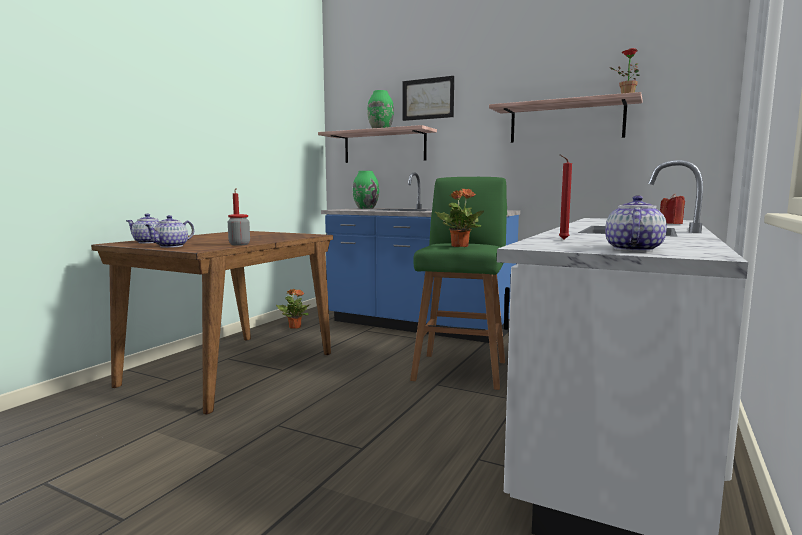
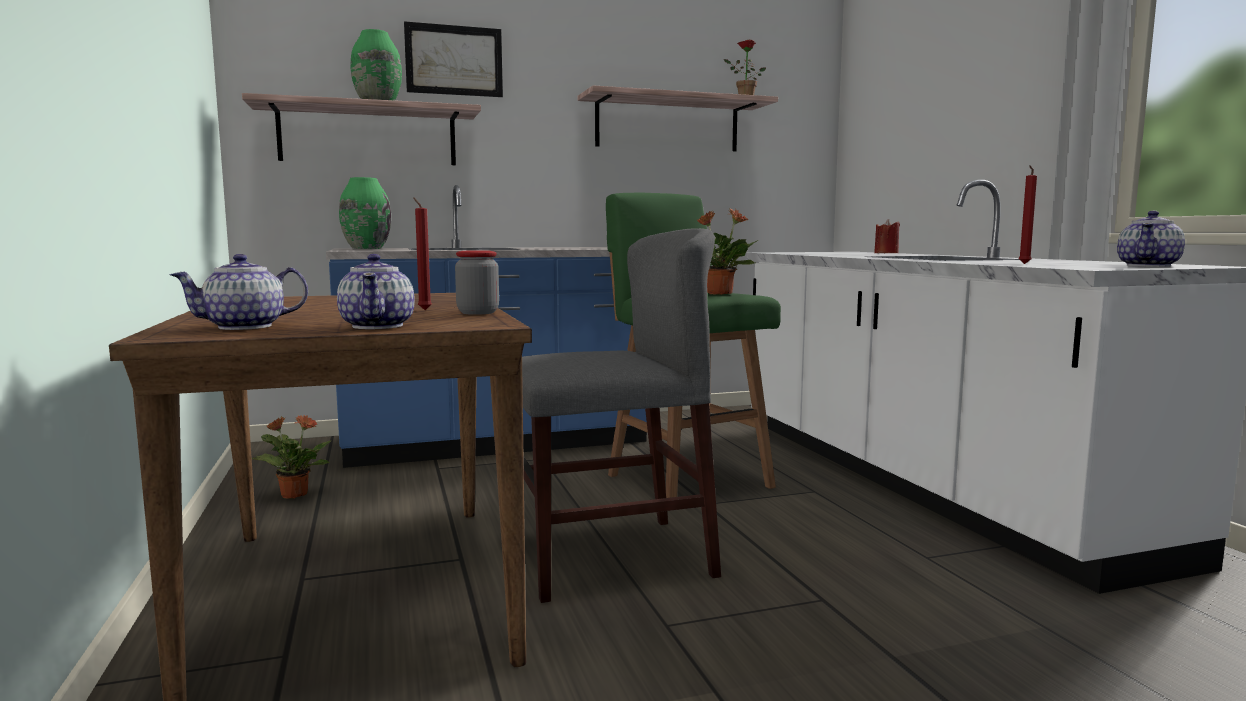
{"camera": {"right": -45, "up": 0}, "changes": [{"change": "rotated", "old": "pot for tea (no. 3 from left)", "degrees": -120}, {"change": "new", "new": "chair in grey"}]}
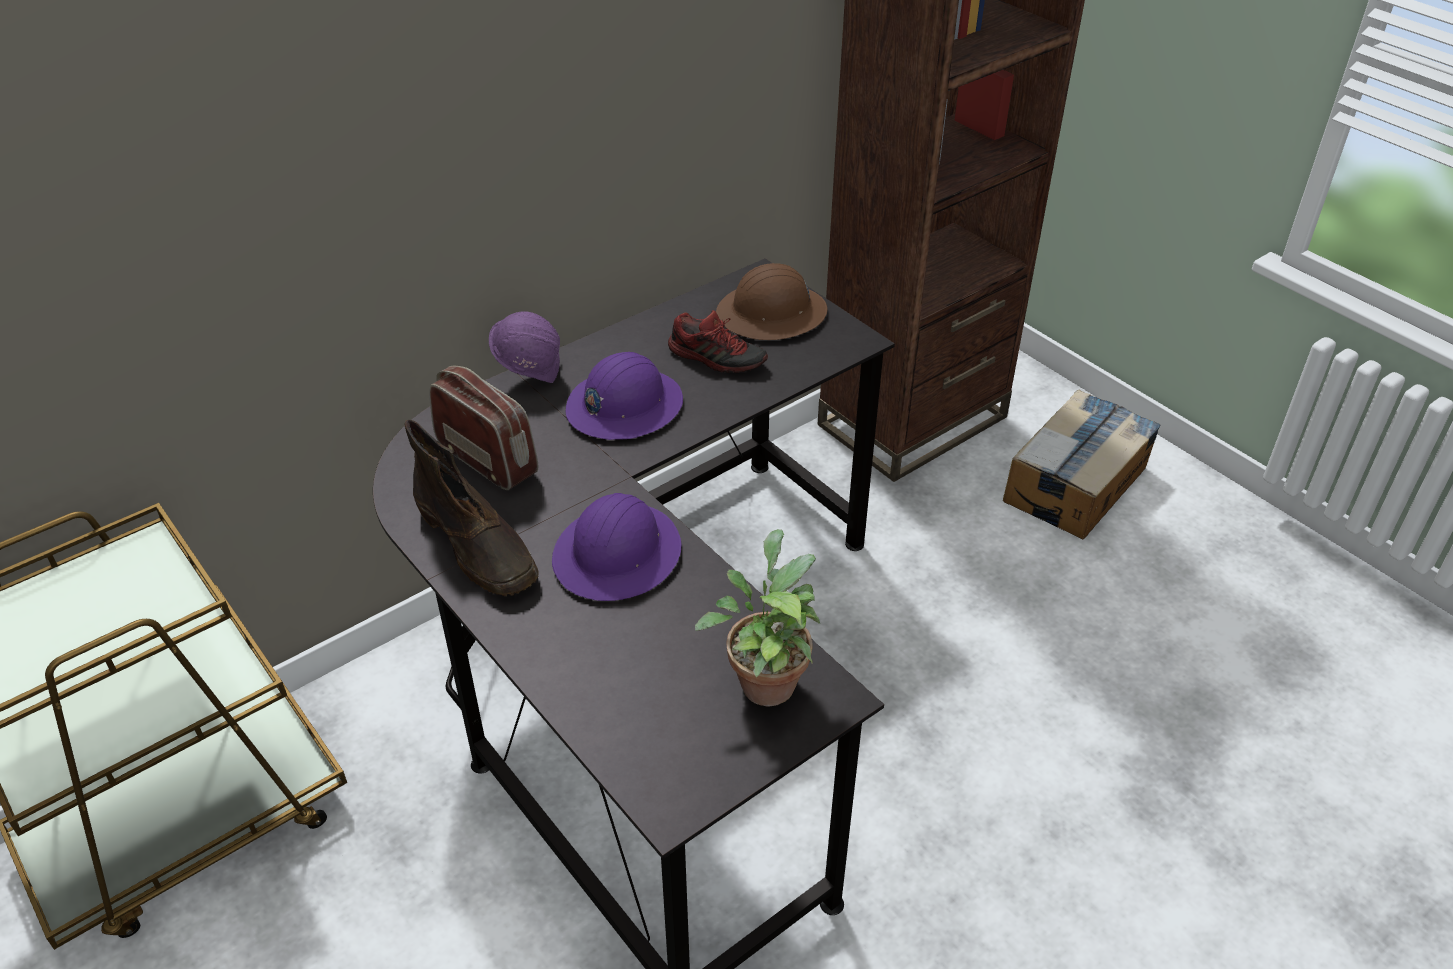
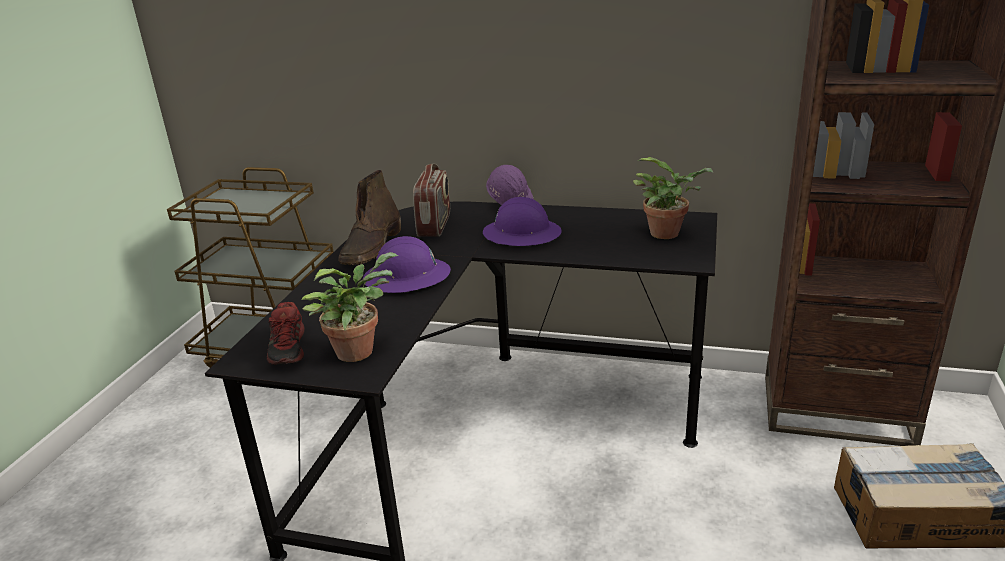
{"camera": {"right": 55, "up": -15}, "changes": [{"change": "shifted", "old": "item of footwear"}, {"change": "swapped", "old": "hard hat in brown-coloured", "new": "houseplant (no. 2 from left)"}]}
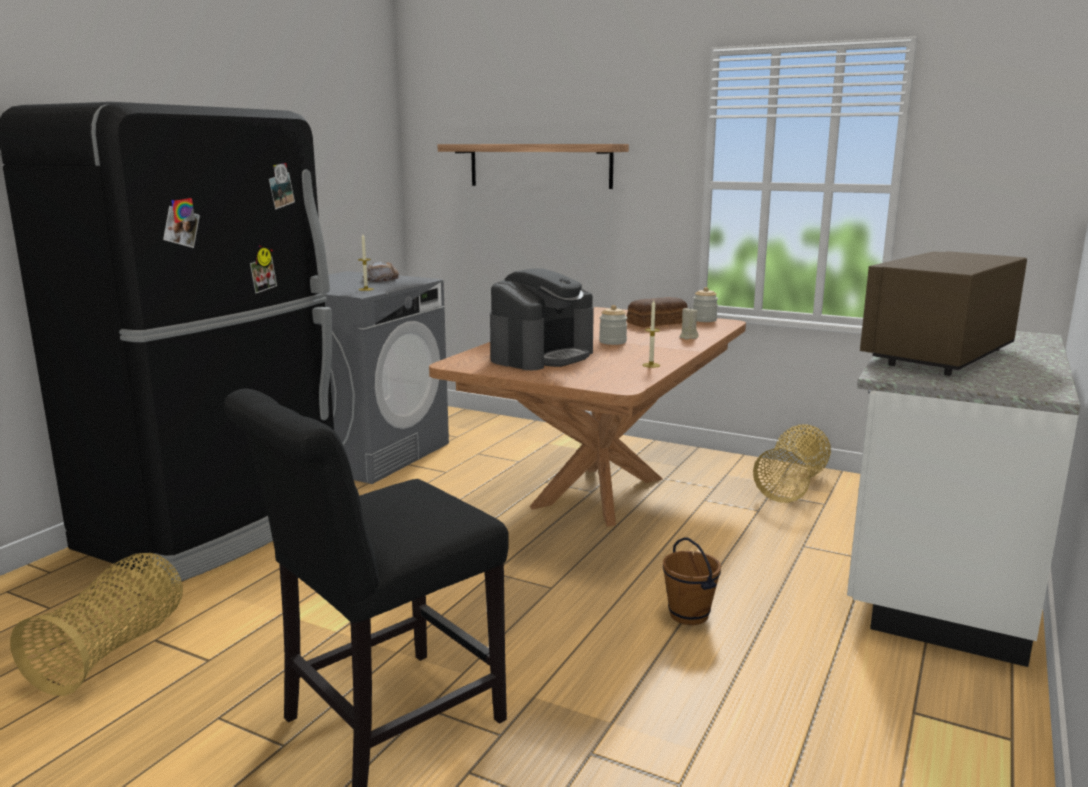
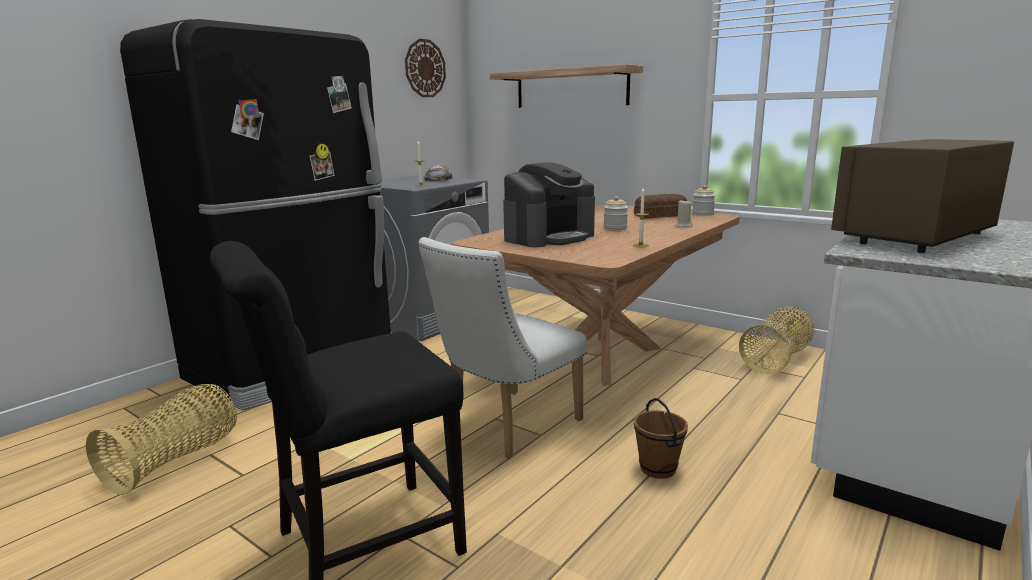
{"camera": {"right": 10, "up": 0}, "changes": [{"change": "new", "new": "wall clock"}, {"change": "new", "new": "chair in white"}]}
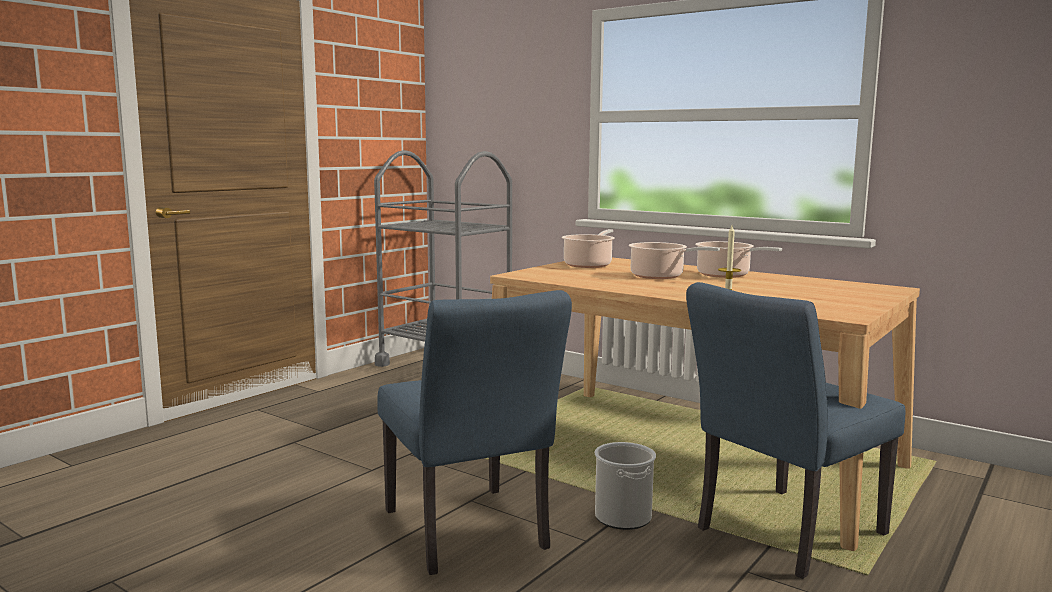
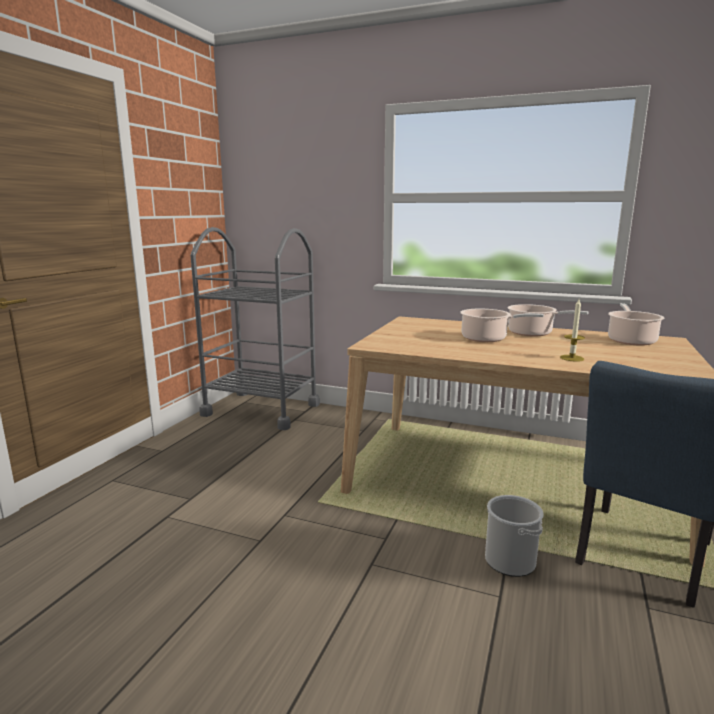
{"camera": {"right": -15, "up": 5}, "changes": [{"change": "gone", "old": "chair in blue-coloured (no. 1 from left)"}, {"change": "shifted", "old": "cooking pot (no. 1 from left in the first image)", "new": "cooking pot (no. 3 from left)"}]}
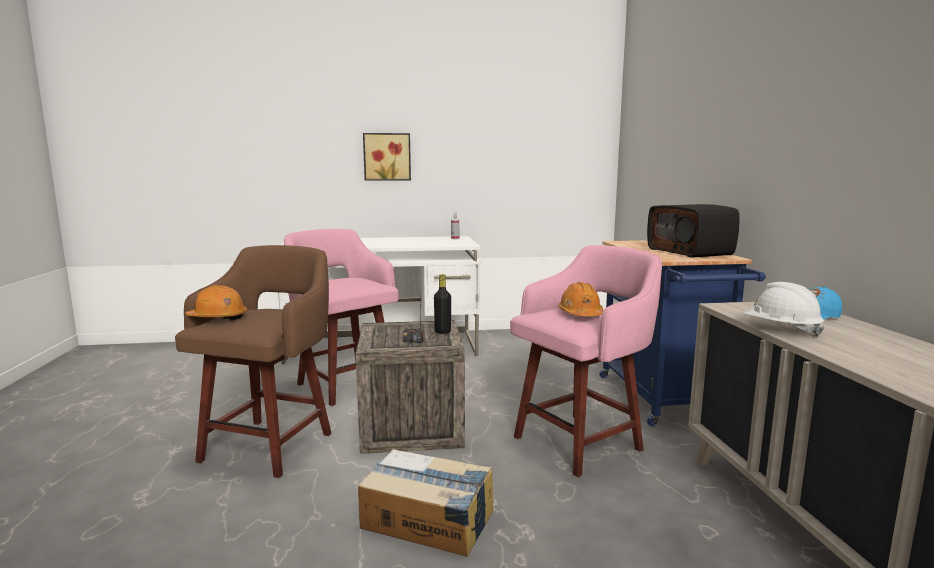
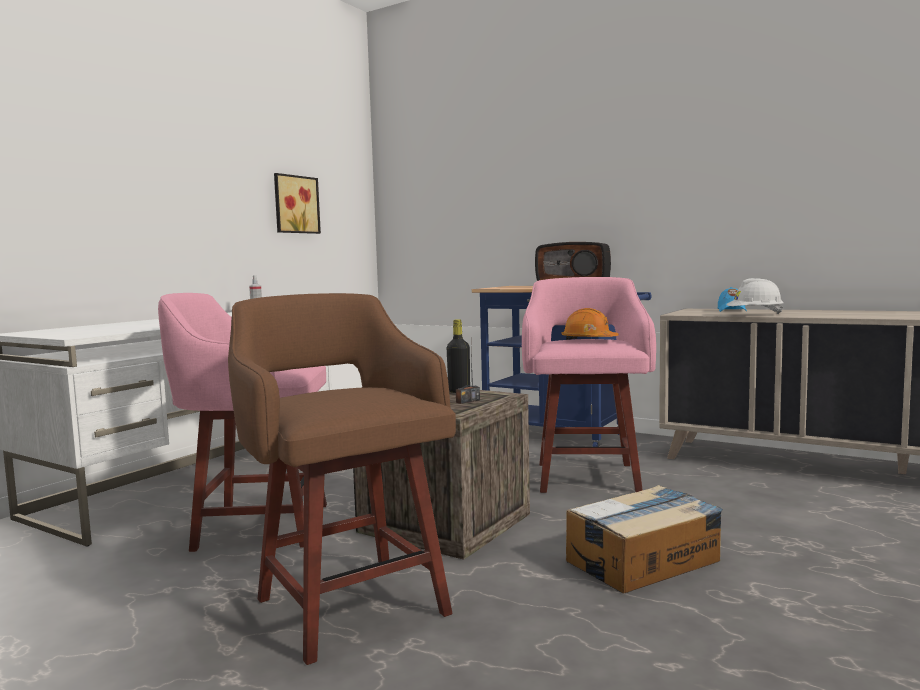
{"camera": {"right": -50, "up": -5}, "changes": [{"change": "gone", "old": "hard hat in orange (no. 1 from left)"}, {"change": "shifted", "old": "wall picture"}]}
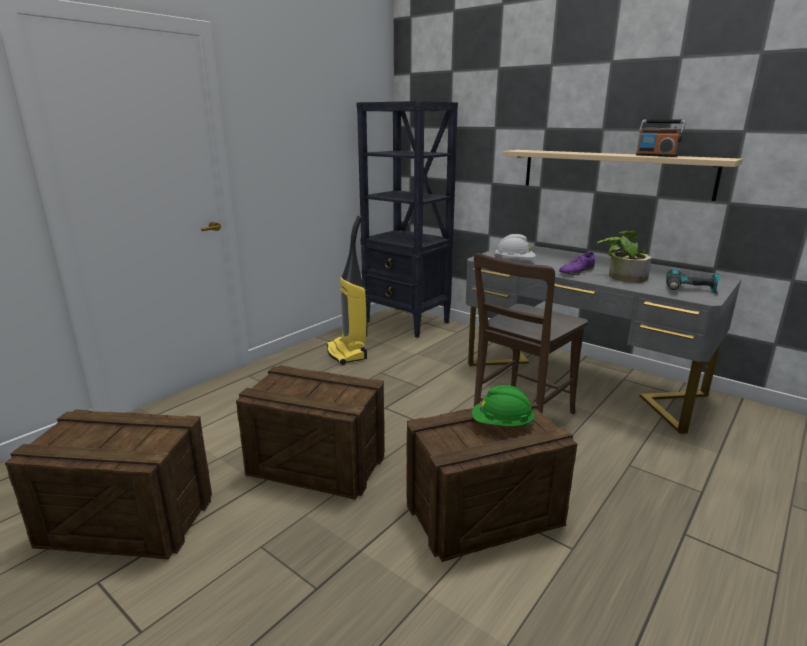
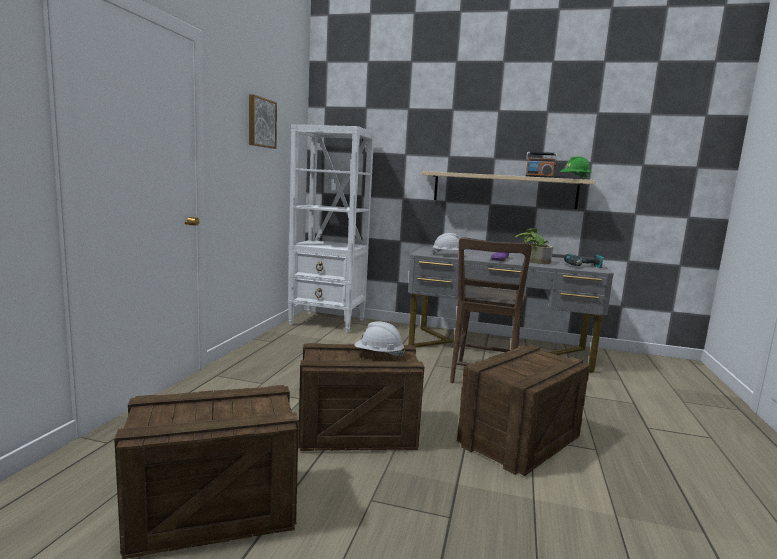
{"camera": {"right": -25, "up": -10}, "changes": [{"change": "gone", "old": "hoover"}, {"change": "repainted", "old": "shelving unit in black", "new": "shelving unit in white"}, {"change": "shifted", "old": "hard hat in green"}, {"change": "new", "new": "wall picture"}, {"change": "new", "new": "hard hat in white (no. 1 from left)"}]}
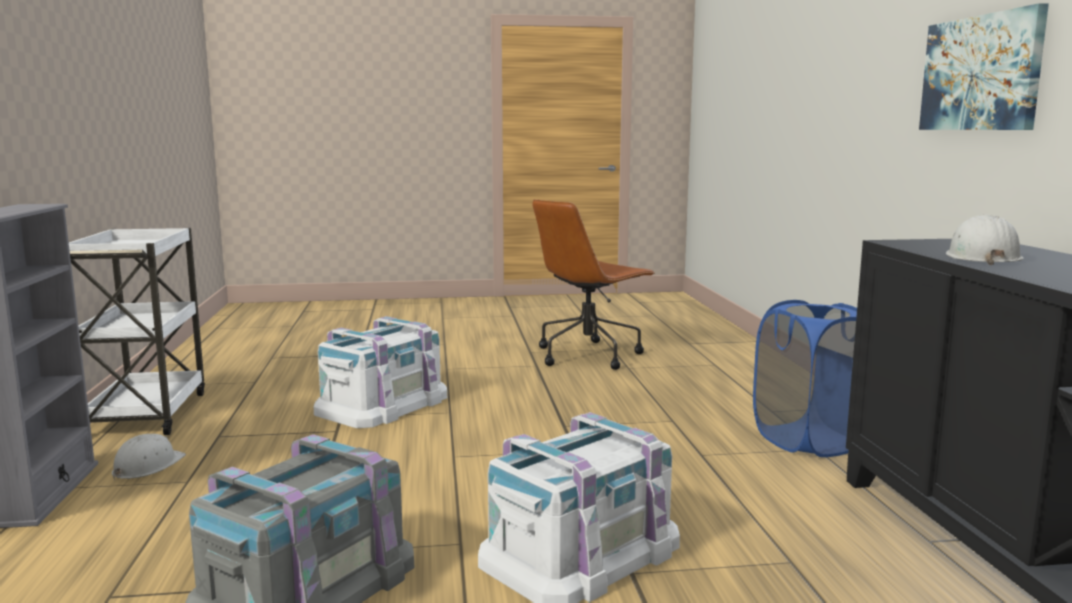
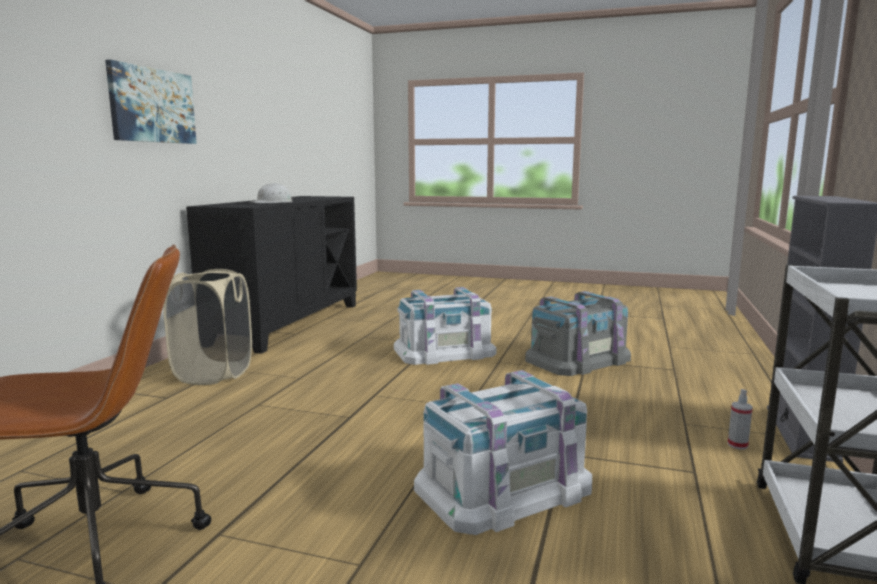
{"camera": {"right": -155, "up": 0}, "changes": [{"change": "swapped", "old": "hard hat in white (no. 1 from left)", "new": "hand sprayer"}, {"change": "repainted", "old": "hamper in blue-coloured", "new": "hamper in beige"}]}
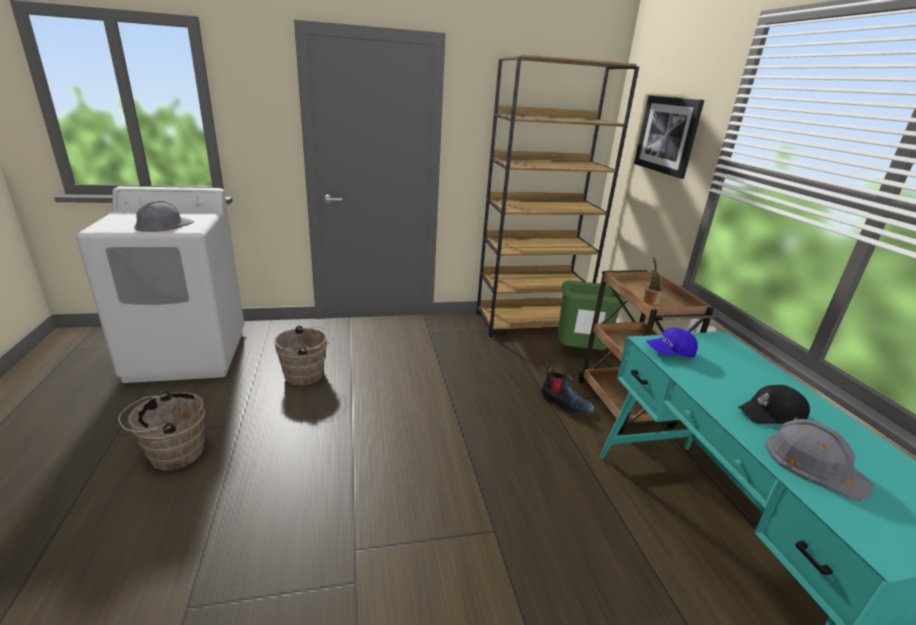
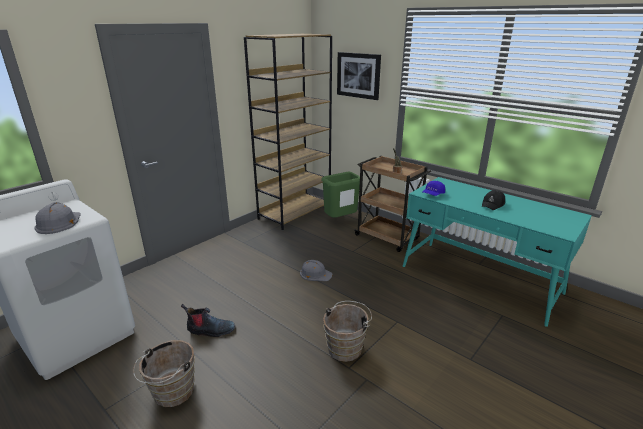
{"camera": {"right": -35, "up": 0}, "changes": [{"change": "shifted", "old": "pail in brown-coloured (no. 2 from left)"}, {"change": "shifted", "old": "tall boot"}, {"change": "shifted", "old": "hard hat in grey (no. 2 from left)"}]}
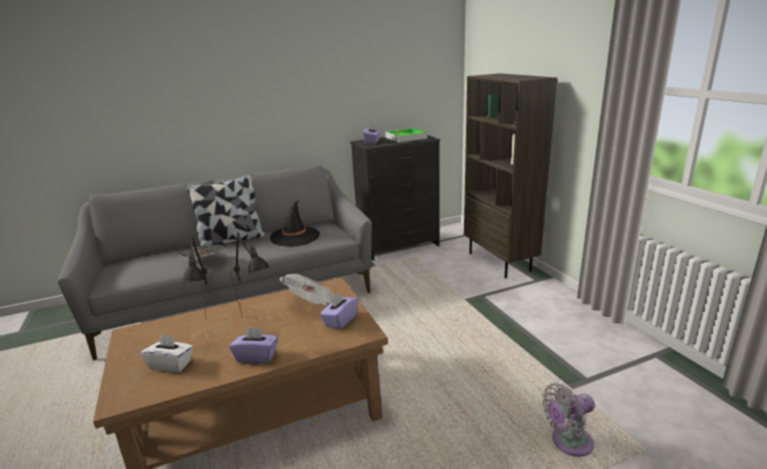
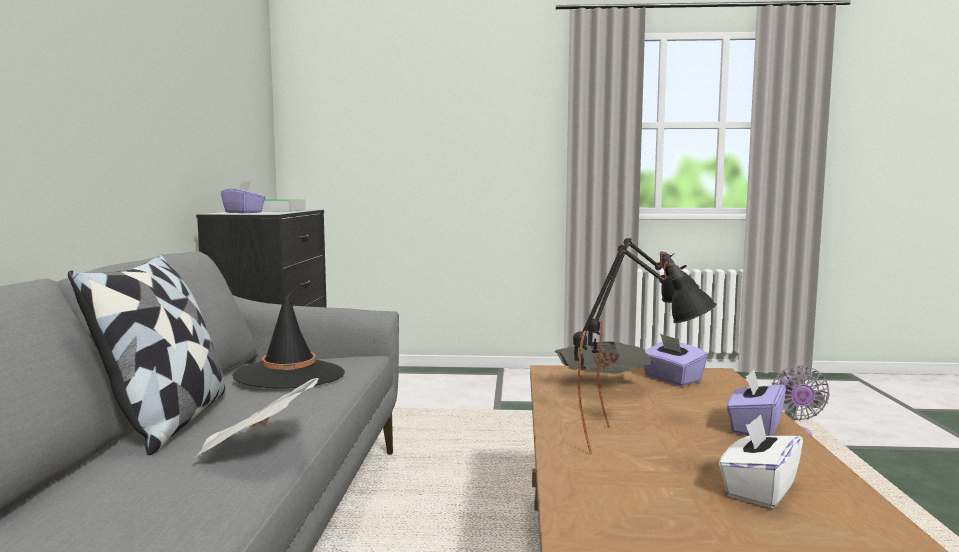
{"camera": {"right": -65, "up": -15}, "changes": [{"change": "gone", "old": "shelving unit in brown-coloured"}]}
